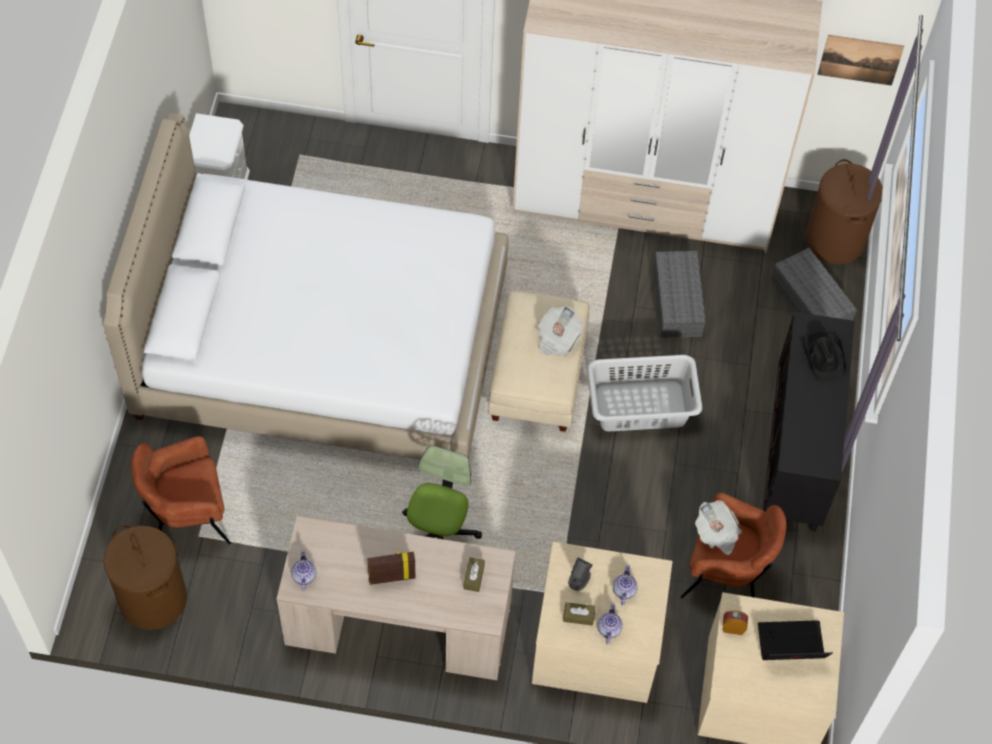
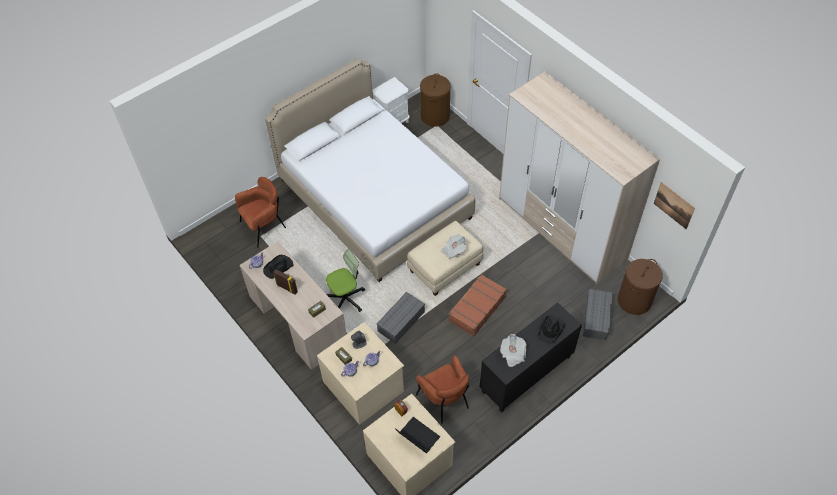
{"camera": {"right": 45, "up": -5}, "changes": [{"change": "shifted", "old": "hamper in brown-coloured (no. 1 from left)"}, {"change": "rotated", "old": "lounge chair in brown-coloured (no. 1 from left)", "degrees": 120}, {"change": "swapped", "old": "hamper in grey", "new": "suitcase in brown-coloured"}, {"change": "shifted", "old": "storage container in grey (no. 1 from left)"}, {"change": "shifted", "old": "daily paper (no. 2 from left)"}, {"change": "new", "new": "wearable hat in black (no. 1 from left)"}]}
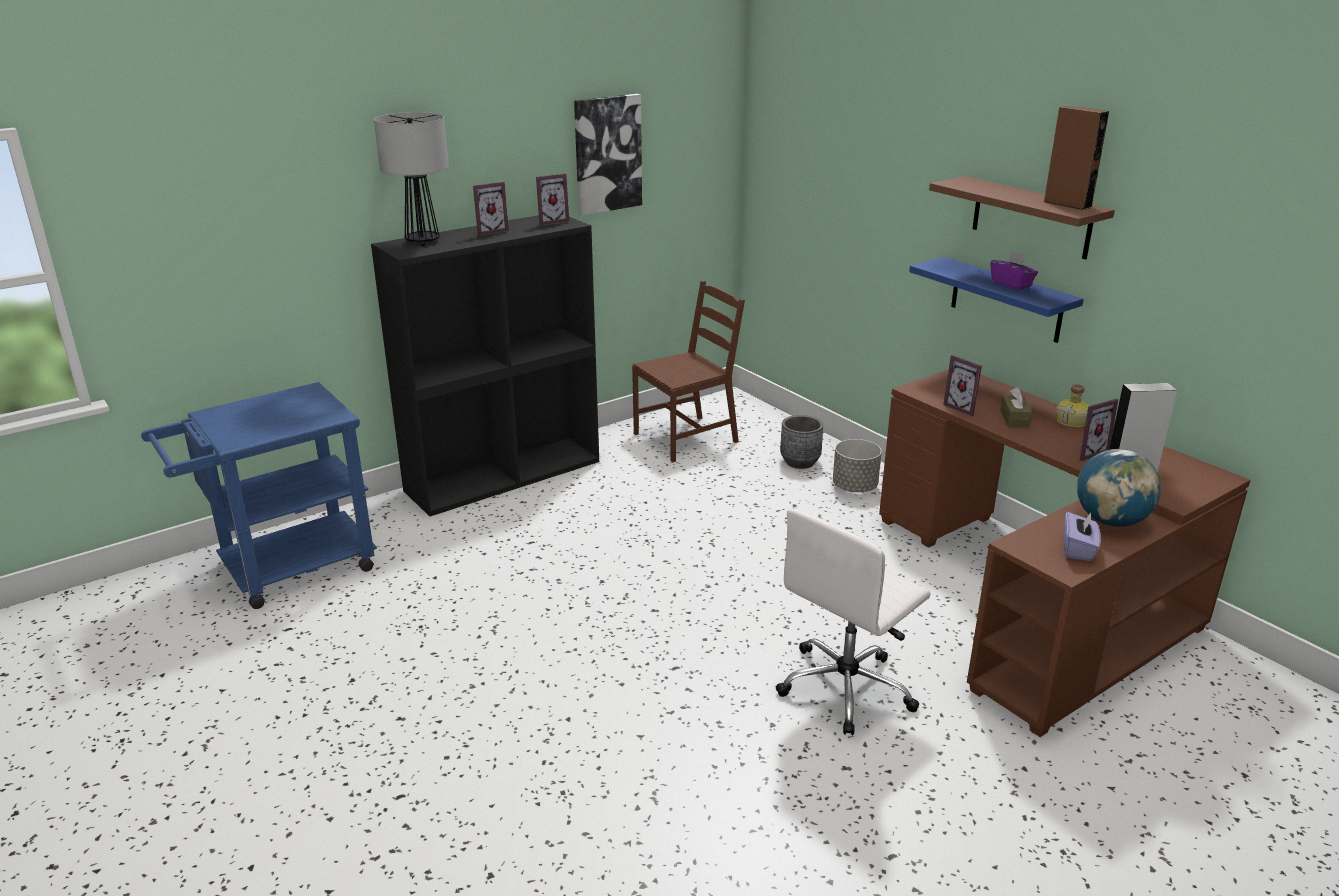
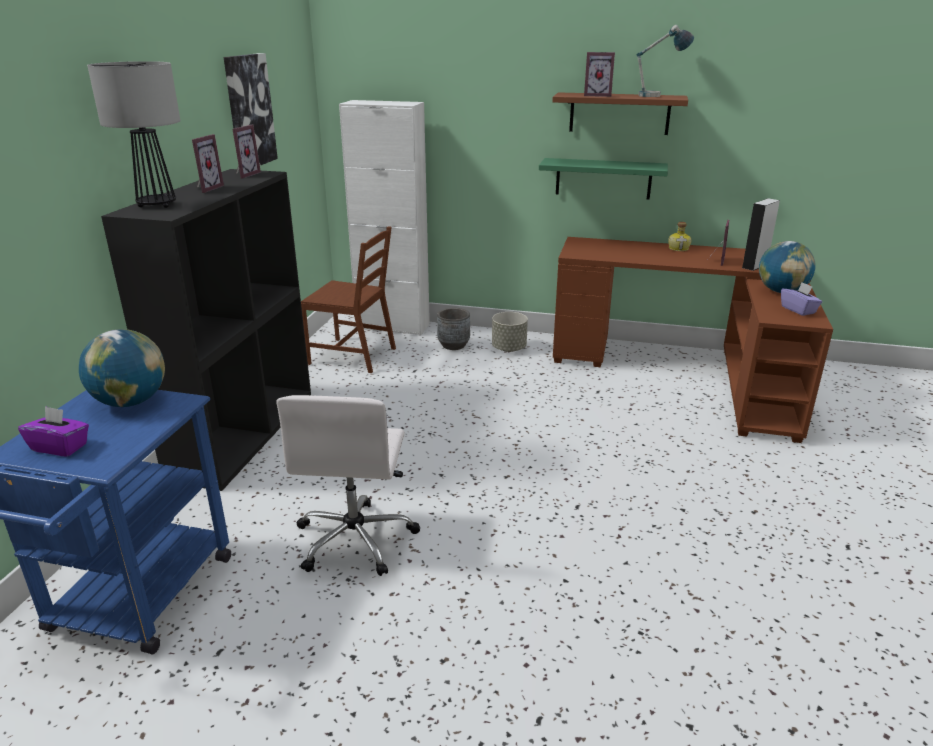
{"camera": {"right": -40, "up": 0}, "changes": [{"change": "rotated", "old": "chair in brown-coloured", "degrees": 90}, {"change": "shifted", "old": "office chair in white"}, {"change": "repainted", "old": "shelf in blue-coloured", "new": "shelf in green"}, {"change": "shifted", "old": "standing frame (no. 3 from left)"}, {"change": "shifted", "old": "tissue holder in purple-coloured (no. 1 from left)"}, {"change": "gone", "old": "tissue holder in brown-coloured"}, {"change": "swapped", "old": "audio speaker in brown-coloured", "new": "tabletop lamp (no. 2 from left)"}, {"change": "new", "new": "desk globe (no. 1 from left)"}, {"change": "new", "new": "cupboard in white"}]}
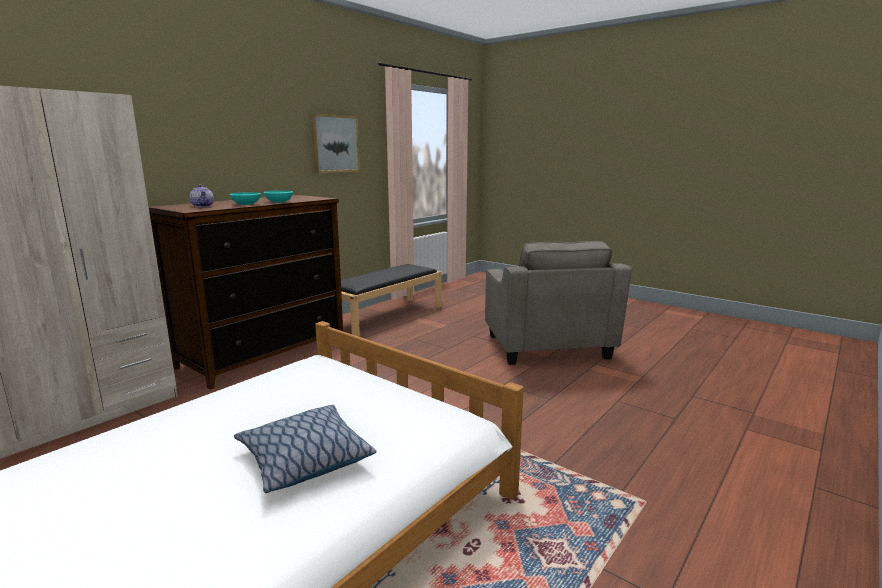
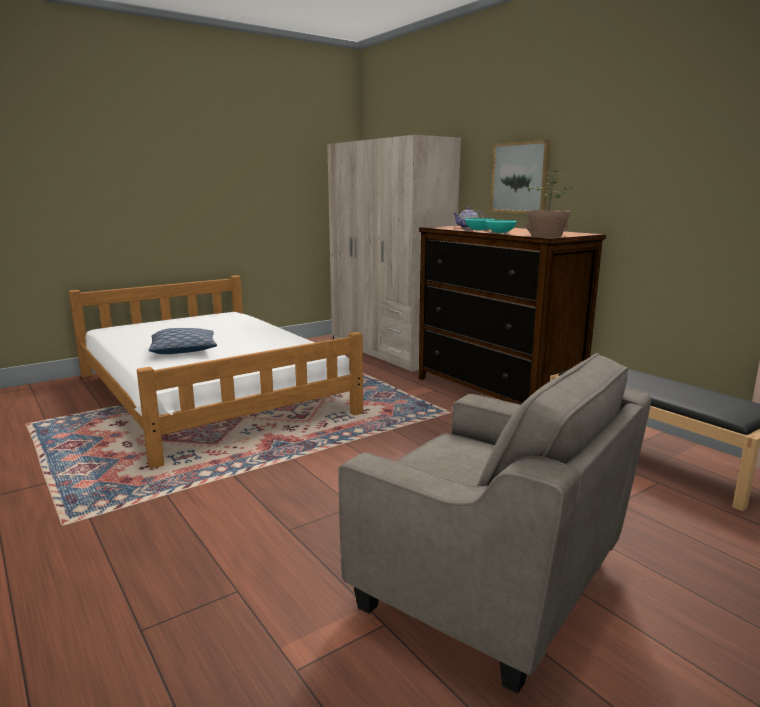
{"camera": {"right": 105, "up": 0}, "changes": [{"change": "shifted", "old": "wall picture"}, {"change": "rotated", "old": "lounge chair in grey", "degrees": -150}, {"change": "new", "new": "houseplant"}]}
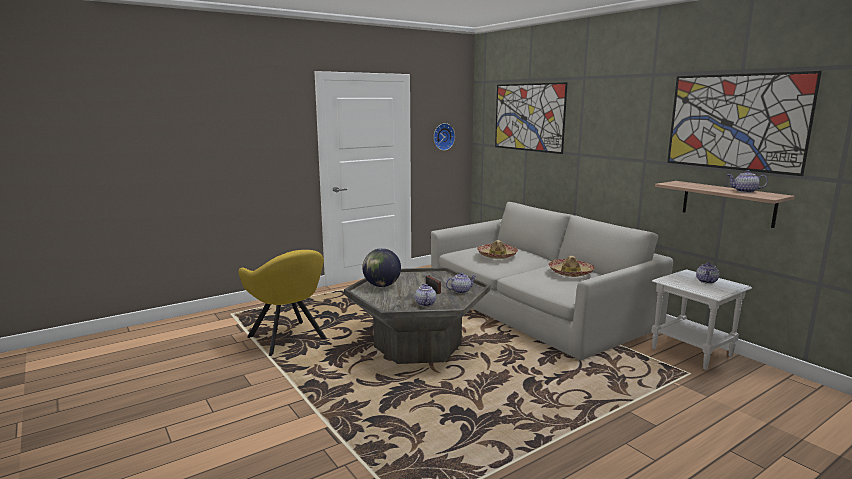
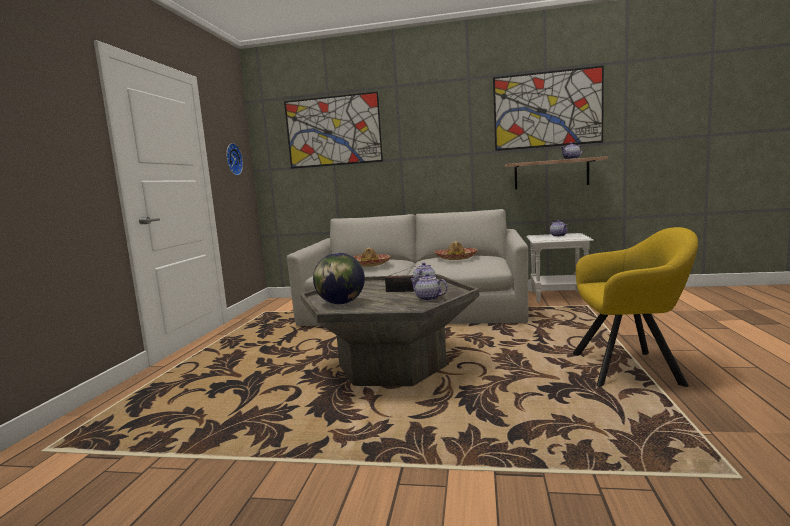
{"camera": {"right": -45, "up": -5}, "changes": [{"change": "shifted", "old": "lounge chair in yellow"}]}
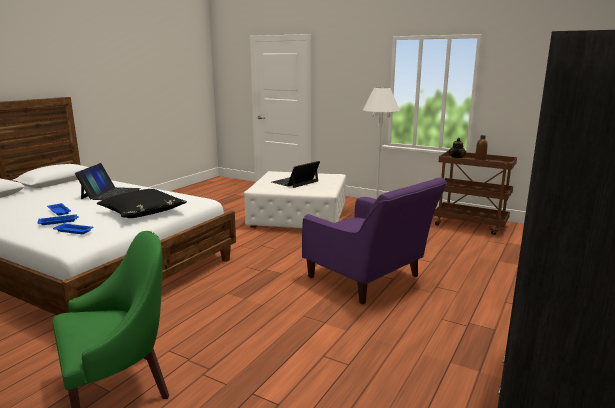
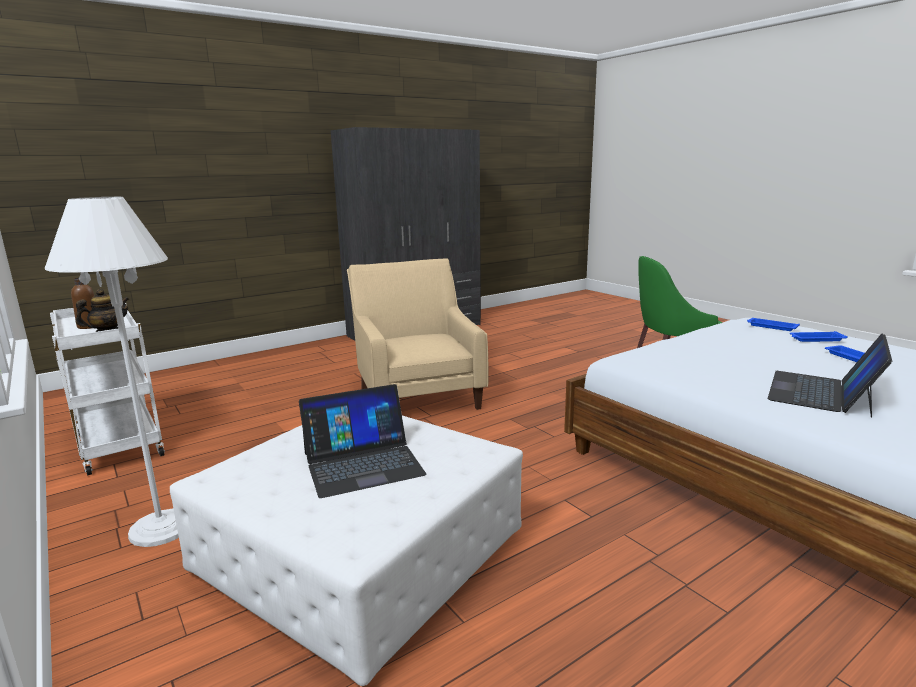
{"camera": {"right": -155, "up": 0}, "changes": [{"change": "gone", "old": "throw pillow in black"}, {"change": "repainted", "old": "lounge chair in purple-coloured", "new": "lounge chair in beige"}, {"change": "repainted", "old": "trolley in brown-coloured", "new": "trolley in white"}]}
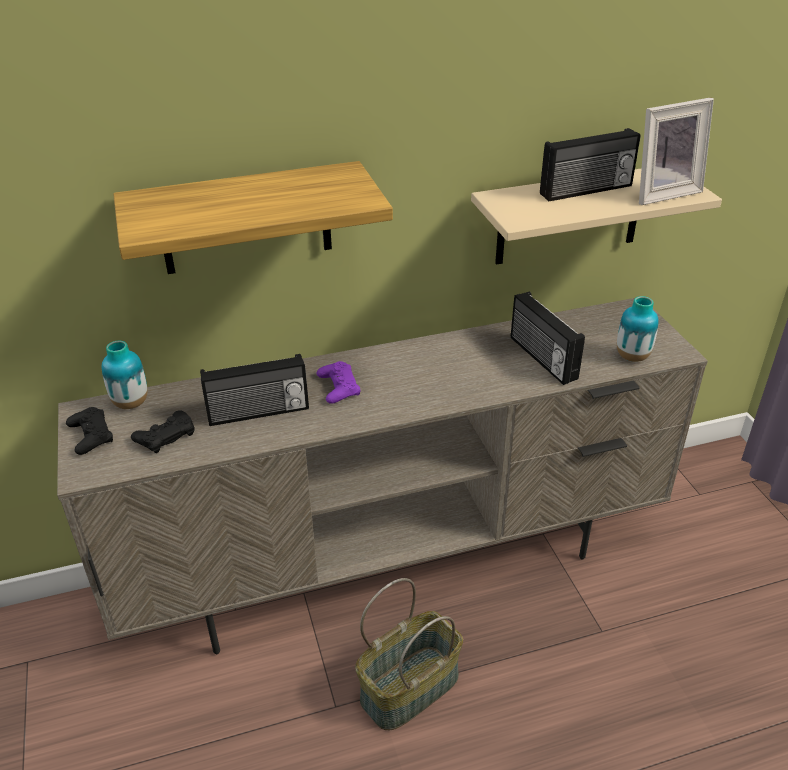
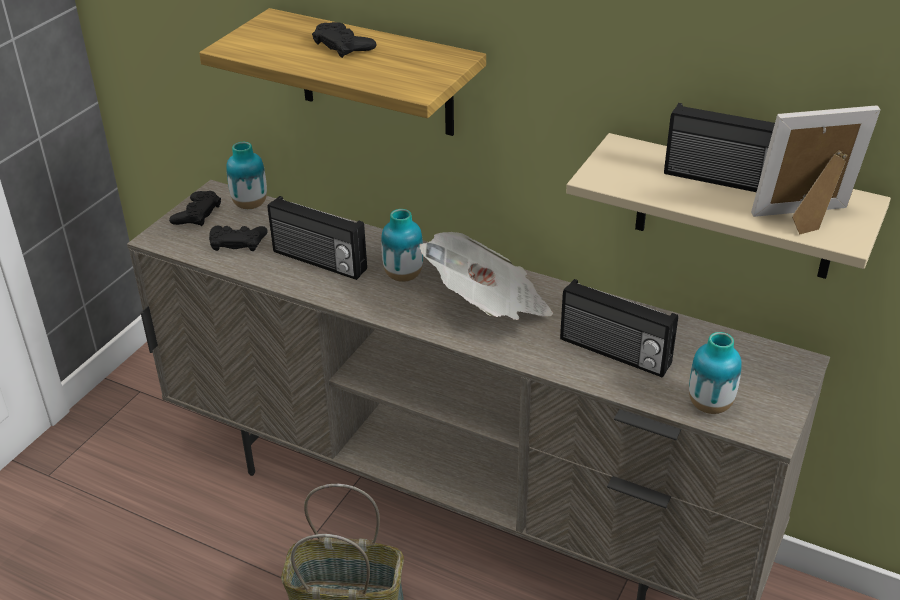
{"camera": {"right": 45, "up": 0}, "changes": [{"change": "swapped", "old": "game controller in purple-coloured", "new": "decorative vase (no. 2 from left)"}, {"change": "rotated", "old": "radio set (no. 2 from left)", "degrees": -75}, {"change": "rotated", "old": "standing frame", "degrees": 150}, {"change": "new", "new": "game controller in black (no. 3 from left)"}, {"change": "new", "new": "daily paper"}]}
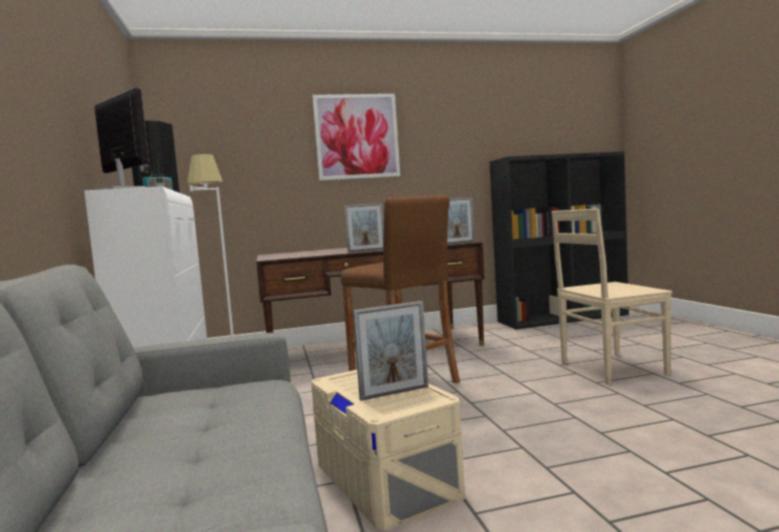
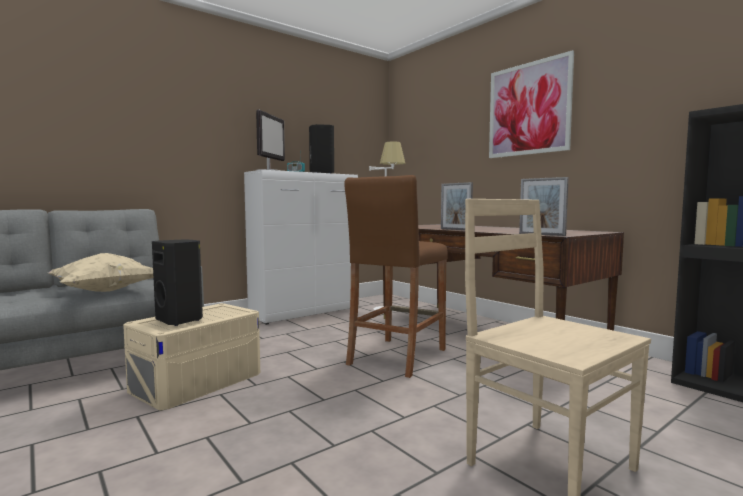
{"camera": {"right": 65, "up": 0}, "changes": [{"change": "swapped", "old": "standing frame (no. 2 from left)", "new": "audio speaker in black (no. 1 from left)"}, {"change": "new", "new": "throw pillow in beige"}]}
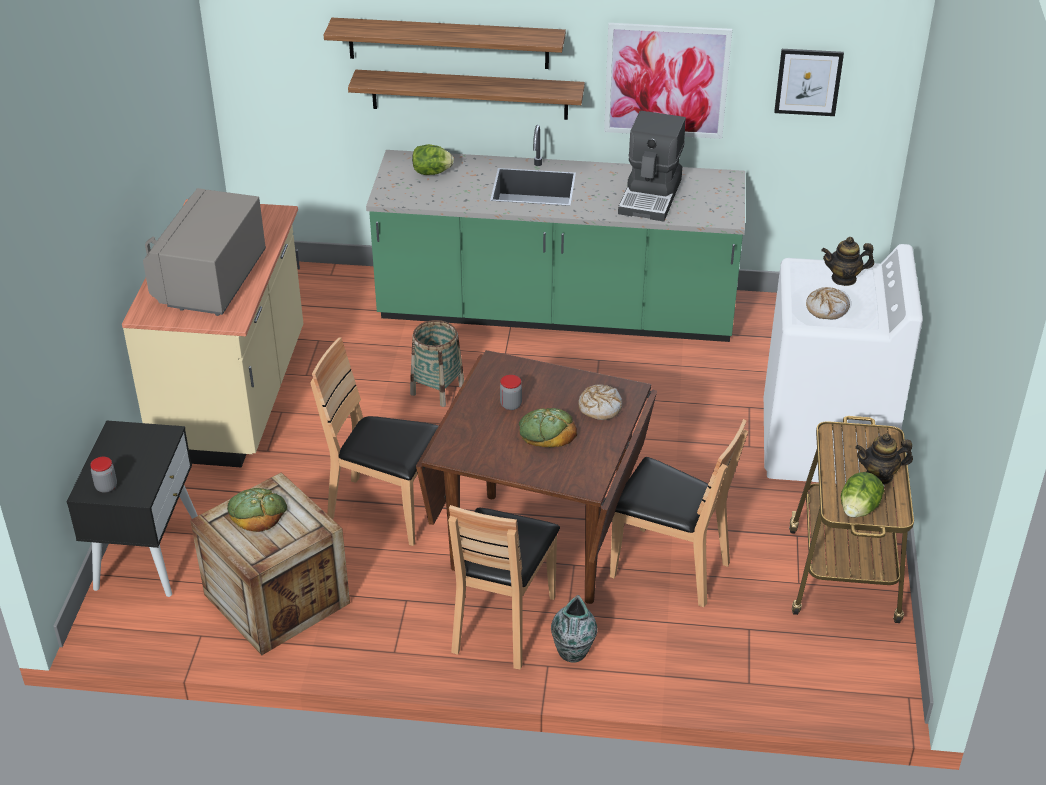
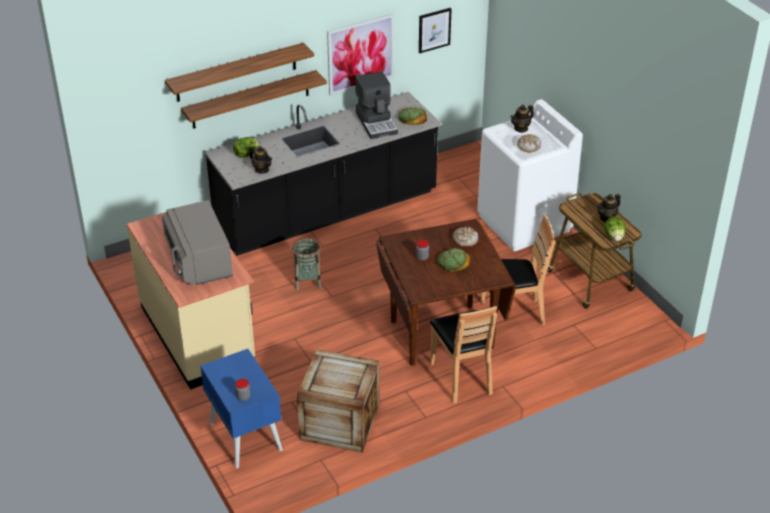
{"camera": {"right": -35, "up": 0}, "changes": [{"change": "repainted", "old": "night table in black", "new": "night table in blue-coloured"}, {"change": "shifted", "old": "bakery bread (no. 1 from left)"}, {"change": "gone", "old": "chair in brown-coloured (no. 1 from left)"}, {"change": "repainted", "old": "kitchen base unit in green", "new": "kitchen base unit in black"}, {"change": "gone", "old": "decorative vase"}, {"change": "new", "new": "pot for tea (no. 1 from left)"}]}
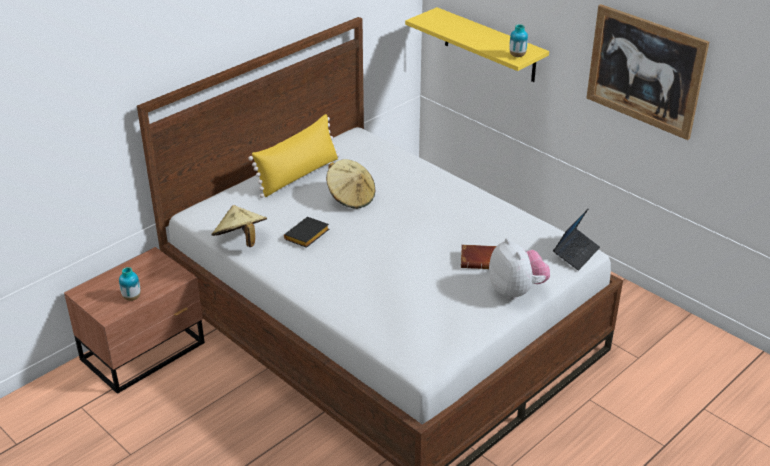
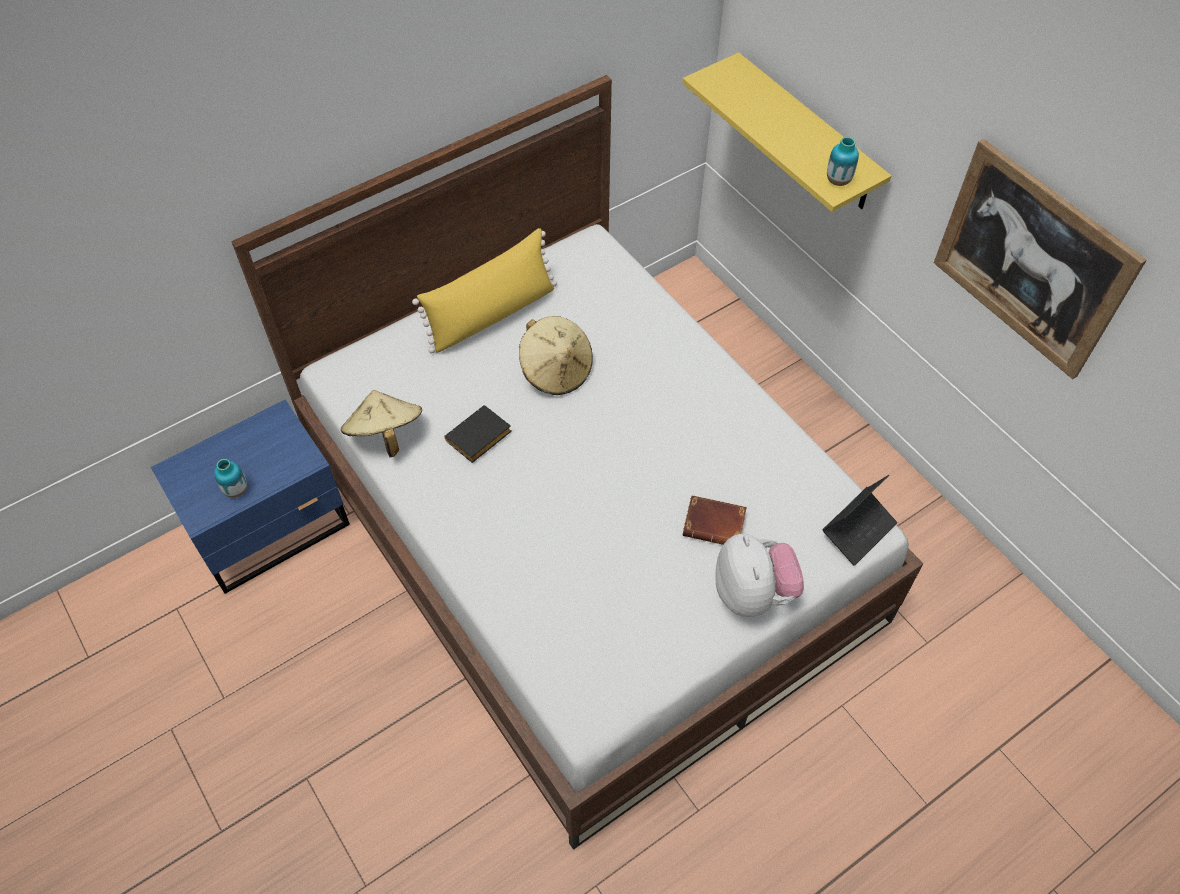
{"camera": {"right": 10, "up": 20}, "changes": [{"change": "repainted", "old": "night table in brown-coloured", "new": "night table in blue-coloured"}]}
